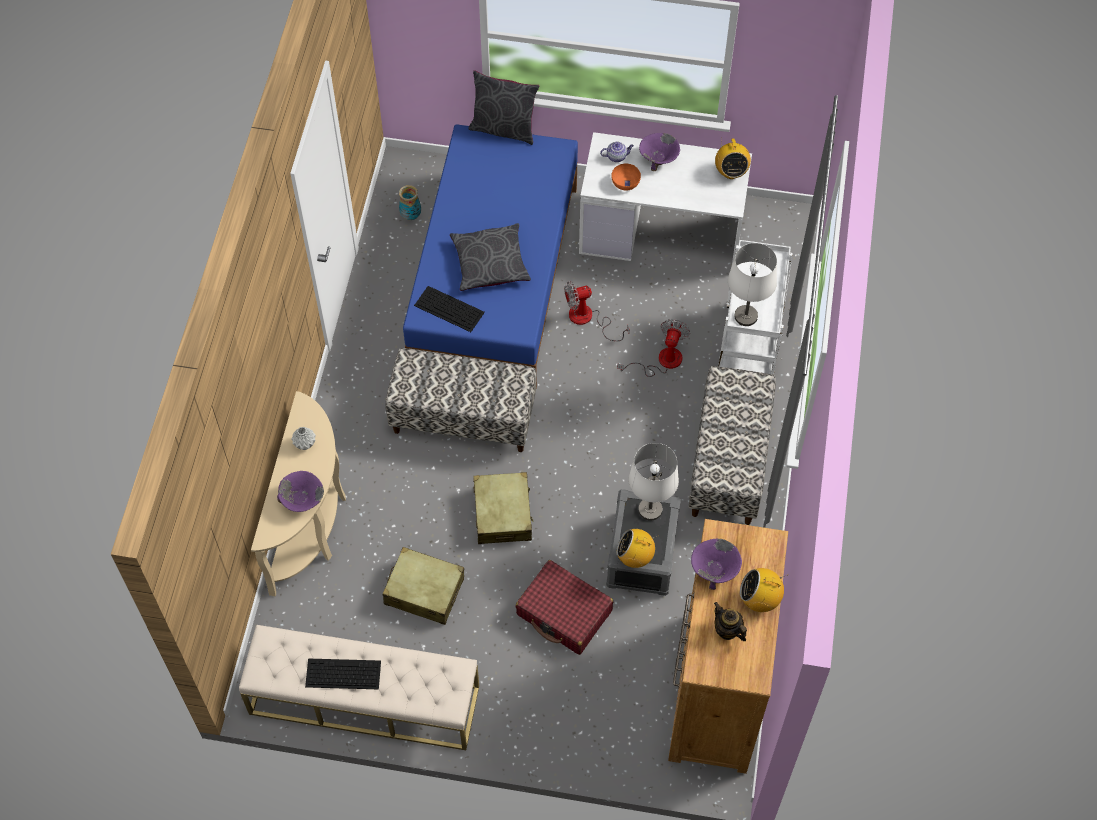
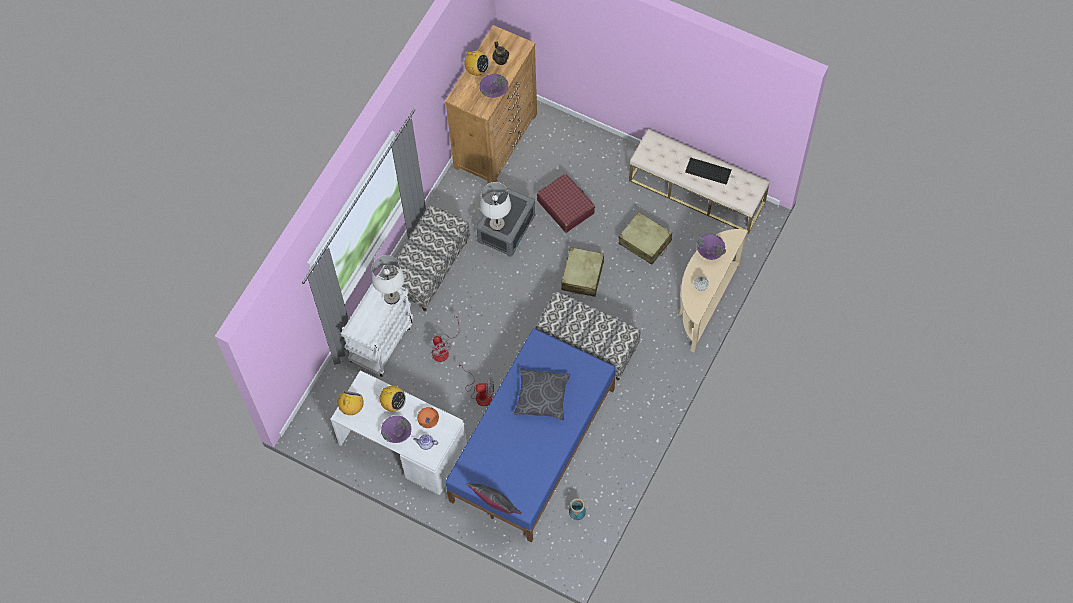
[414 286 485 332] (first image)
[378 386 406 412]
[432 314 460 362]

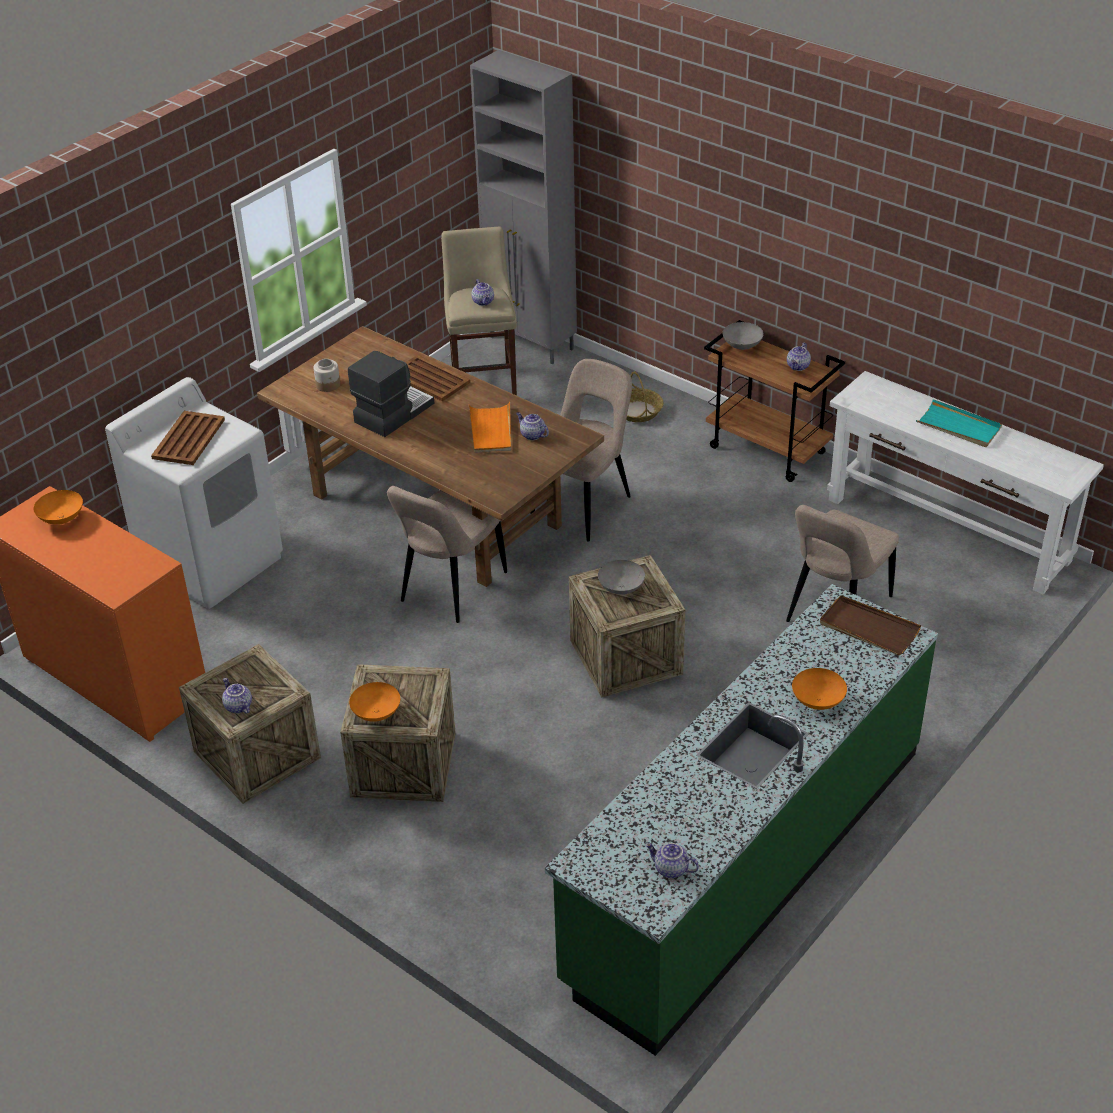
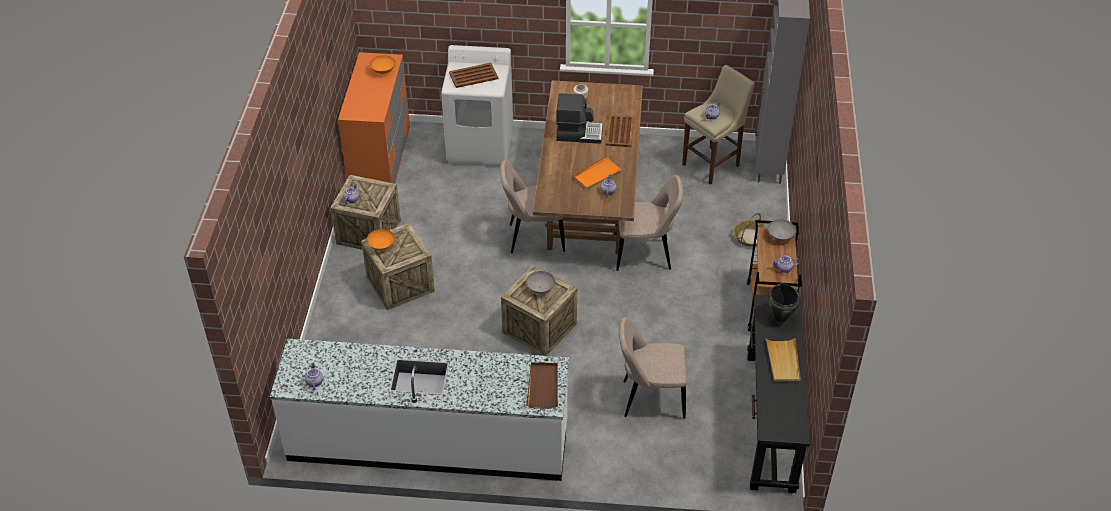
[792 668 847 710] (first image)
[768 284 800 322]
[270 339 569 481]
[747 295 810 493]
[766 338 801 382]

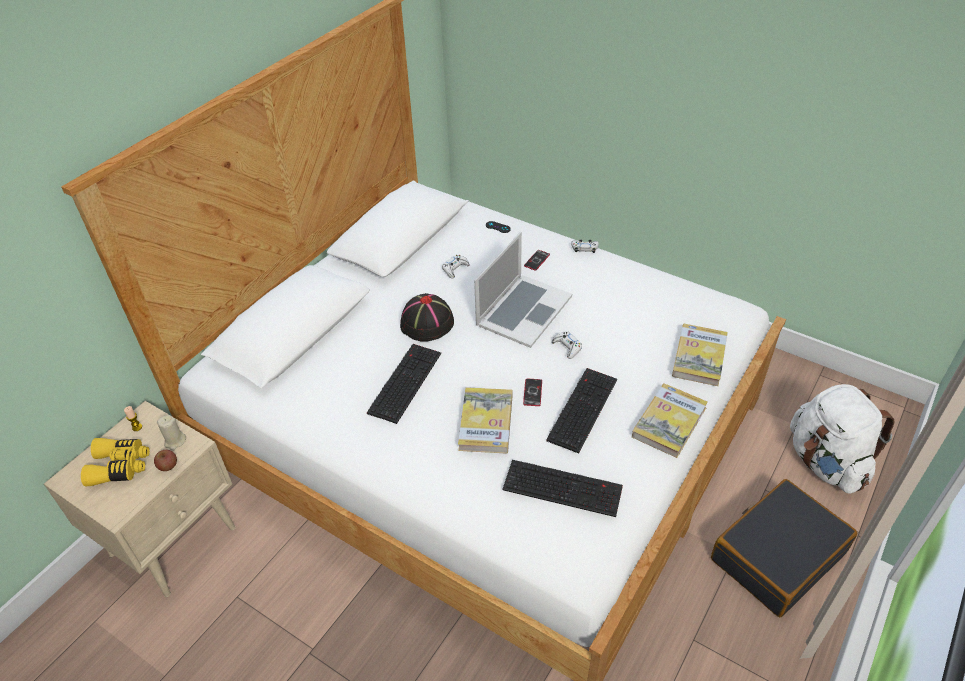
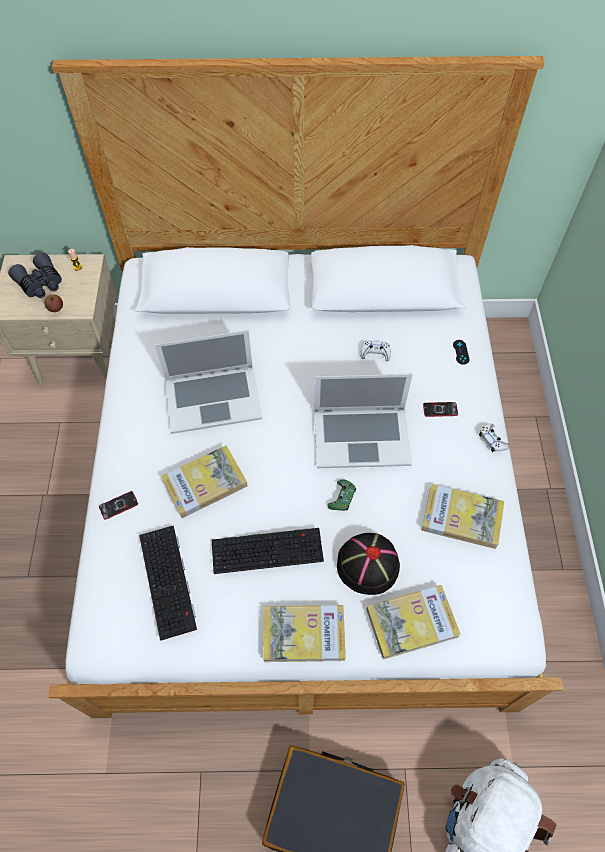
[157 415 186 451] (first image)
[422 484 504 549]
[337 533 400 595]
[99 491 138 520]
[155 330 262 434]
[8 252 62 298]
[328 480 356 511]

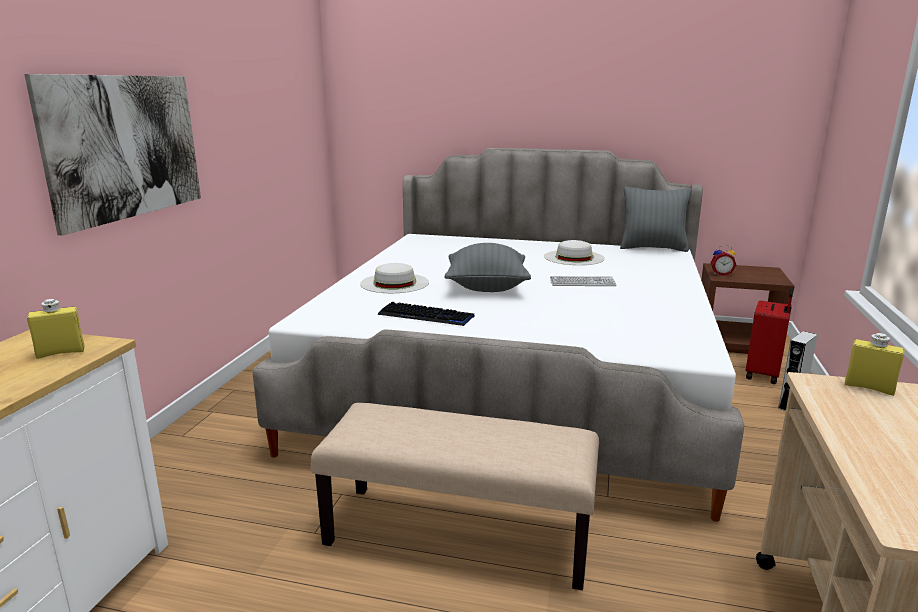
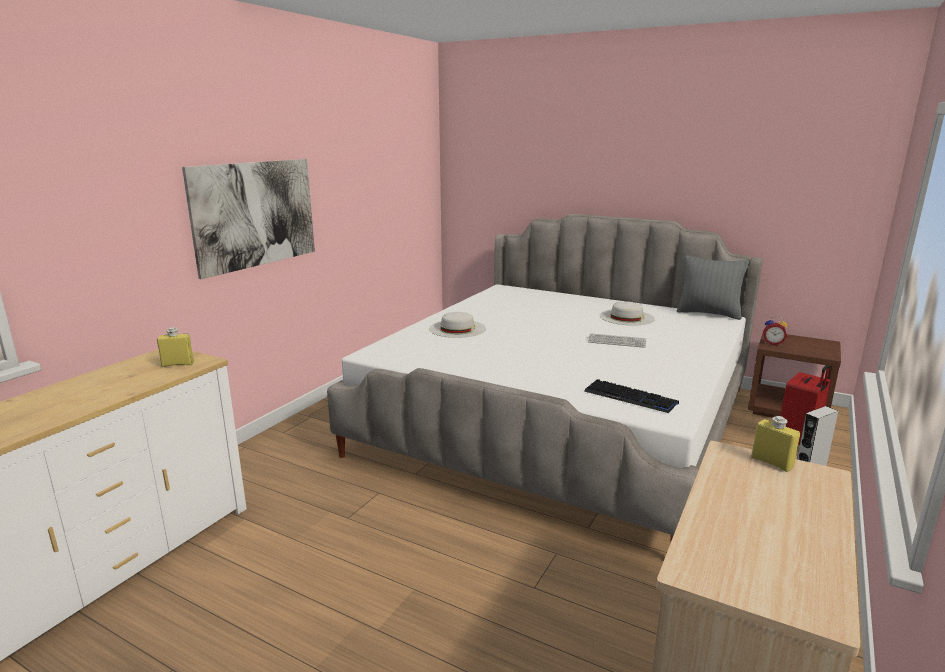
[311 403 599 590] (first image)
[444 243 531 292] (first image)
[584 379 679 413]

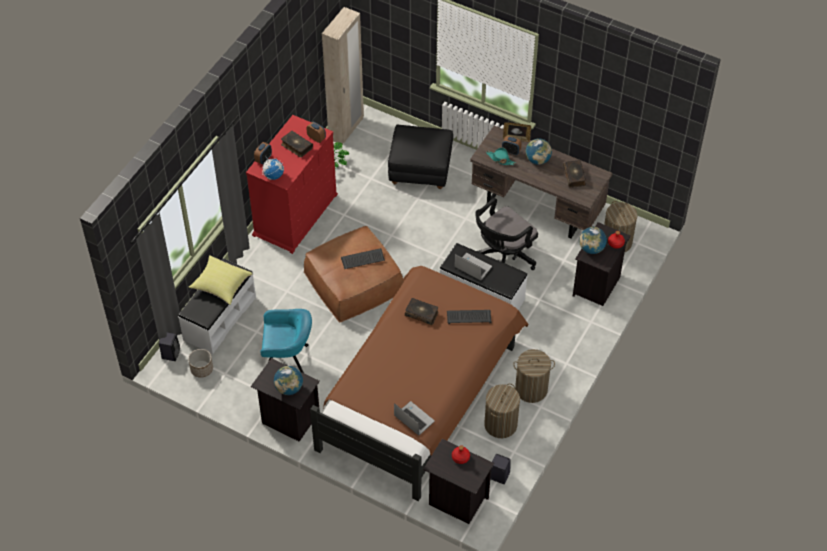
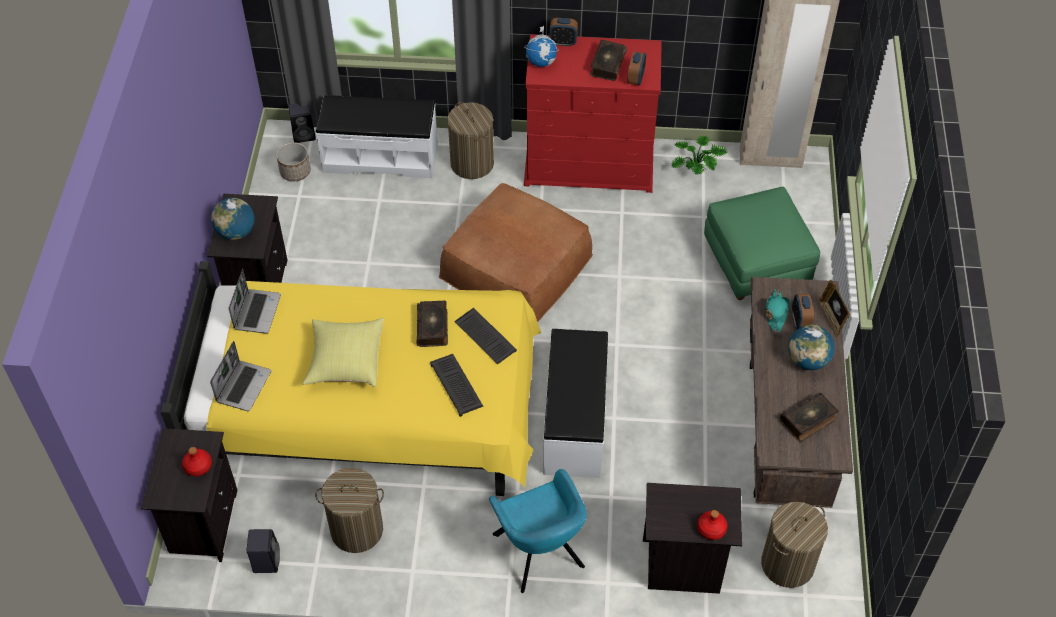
[475 198 538 270] (first image)
[579 227 607 254] (first image)
[303 318 384 387]
[489 469 586 593]
[454 308 517 364]
[229 269 281 334]
[447 102 494 179]
[161 261 541 496]
[704 187 820 300]

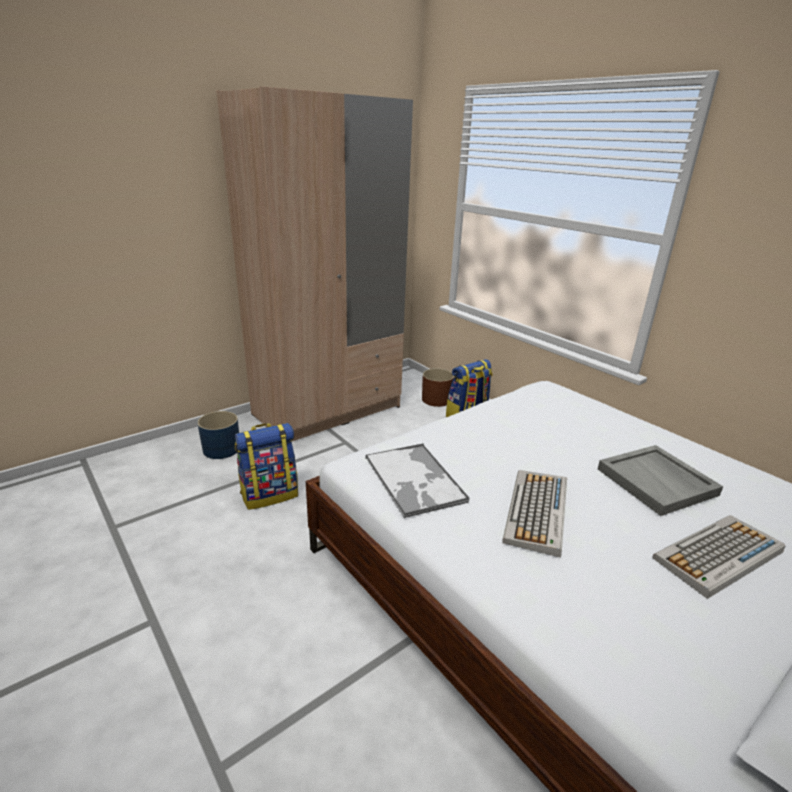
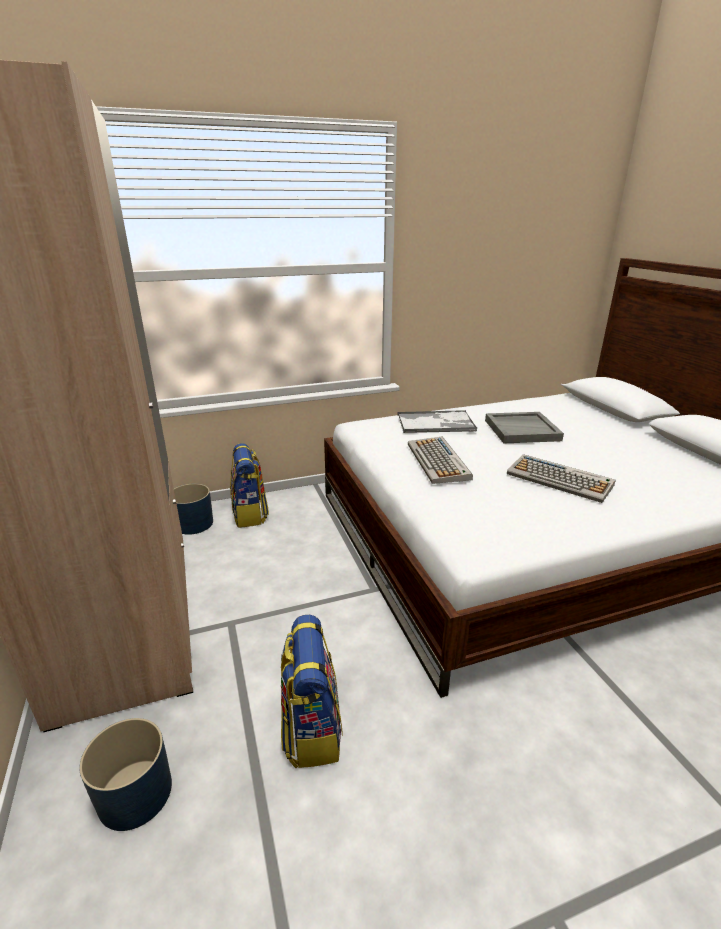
[397 410 477 433]
[408 437 473 484]
[174 484 213 535]

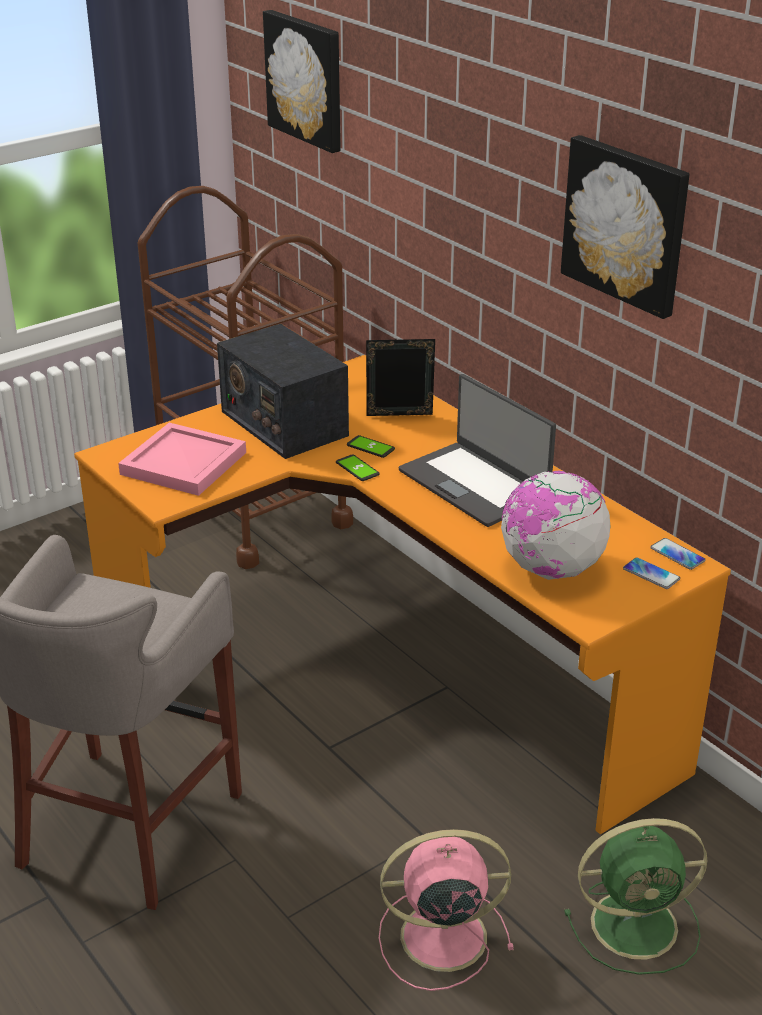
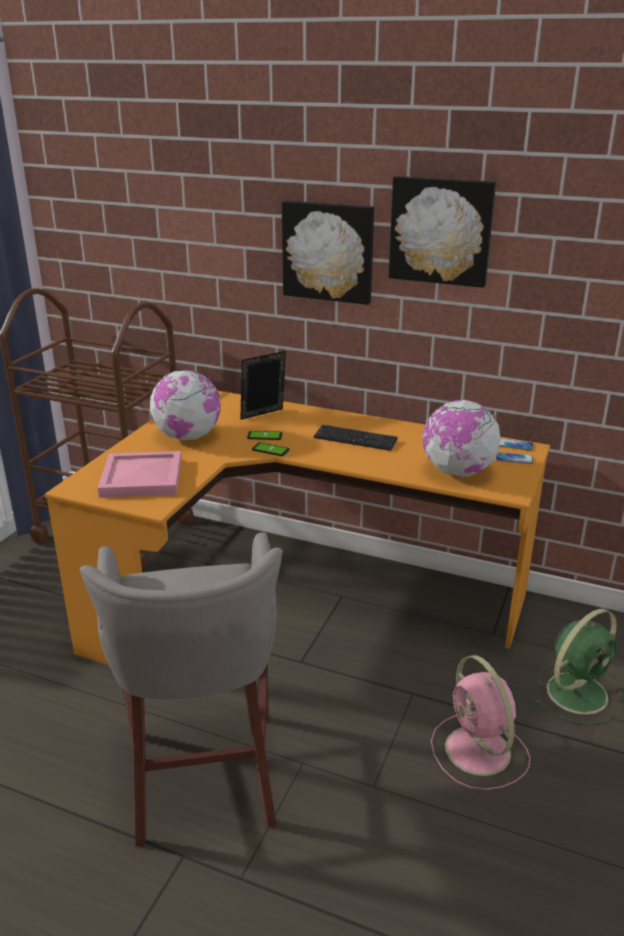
[282 200 374 305]
[150 370 221 440]
[314 425 398 451]
[431 655 530 790]

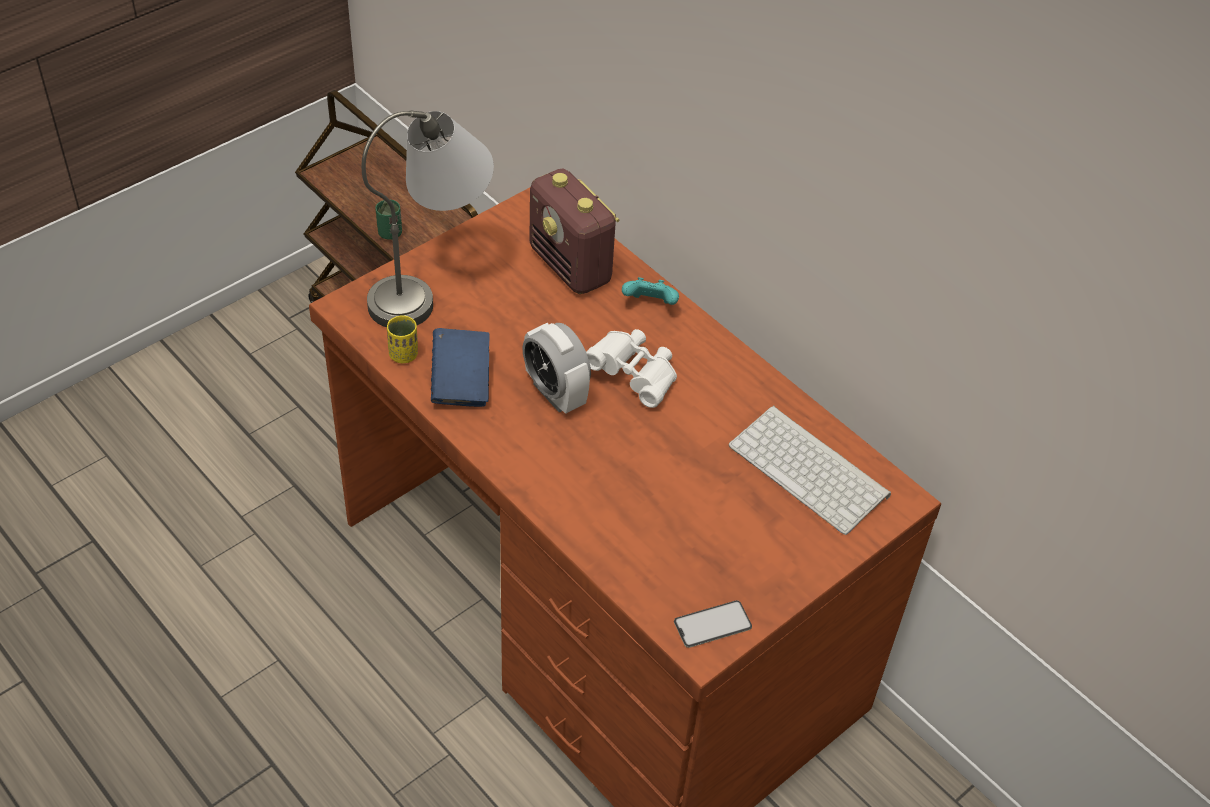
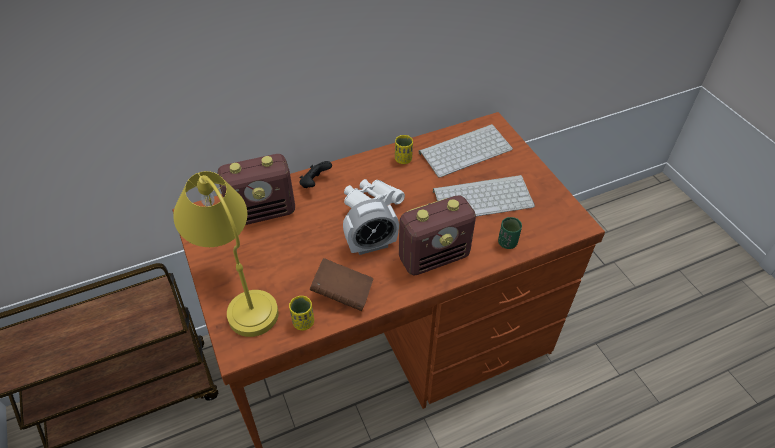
[674 600 752 648] (first image)
[395 135 413 164]
[399 195 476 275]
[433 175 535 217]
[498 217 522 249]
[173 171 279 337]
[310 258 373 311]
[300 161 332 188]

